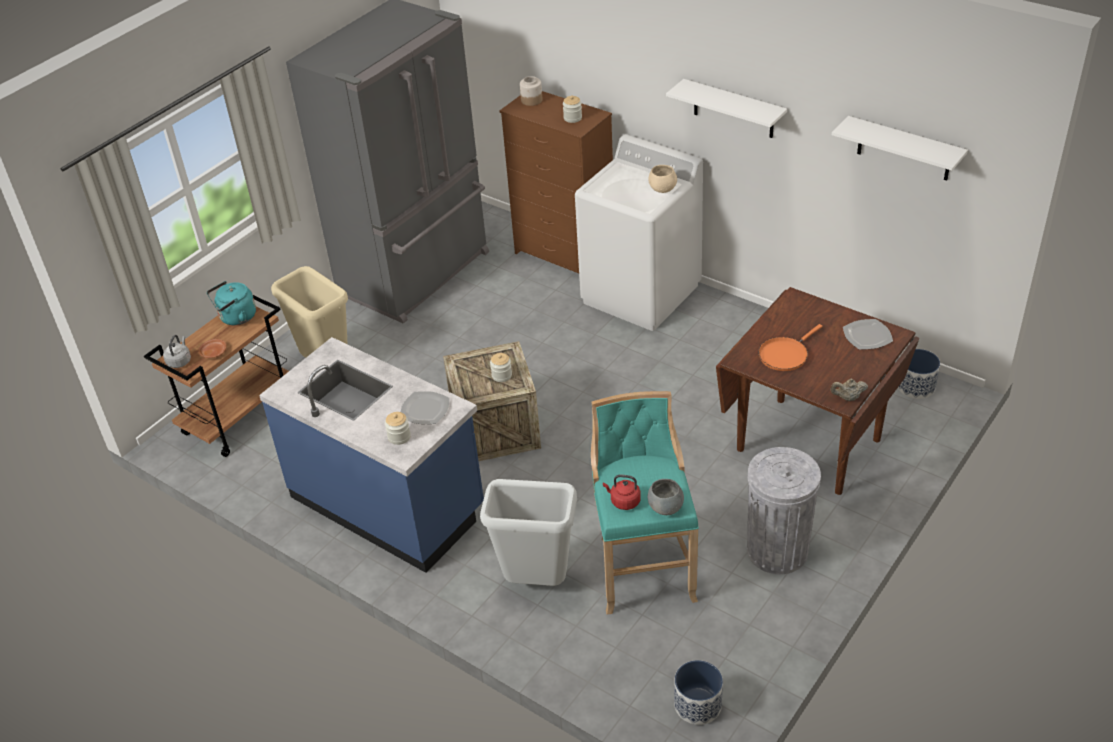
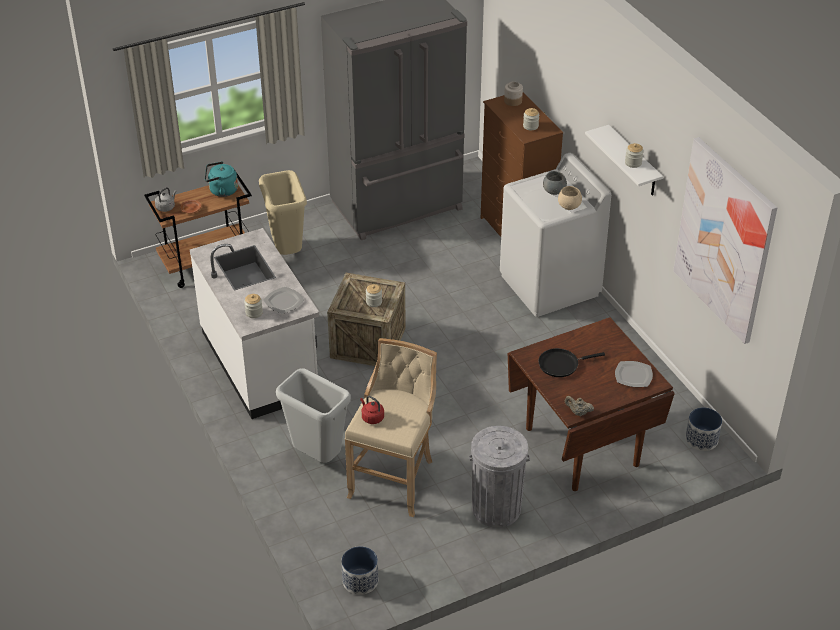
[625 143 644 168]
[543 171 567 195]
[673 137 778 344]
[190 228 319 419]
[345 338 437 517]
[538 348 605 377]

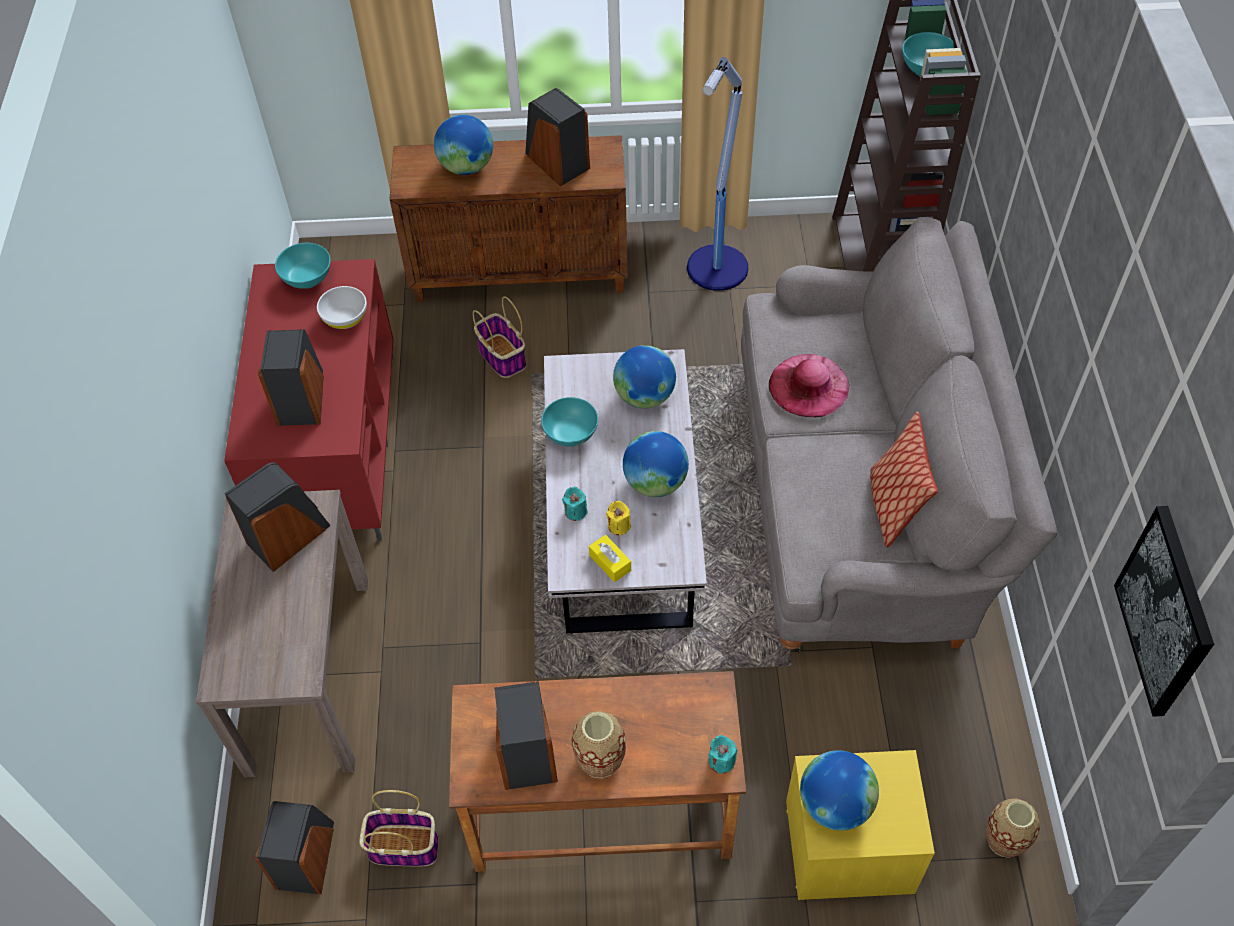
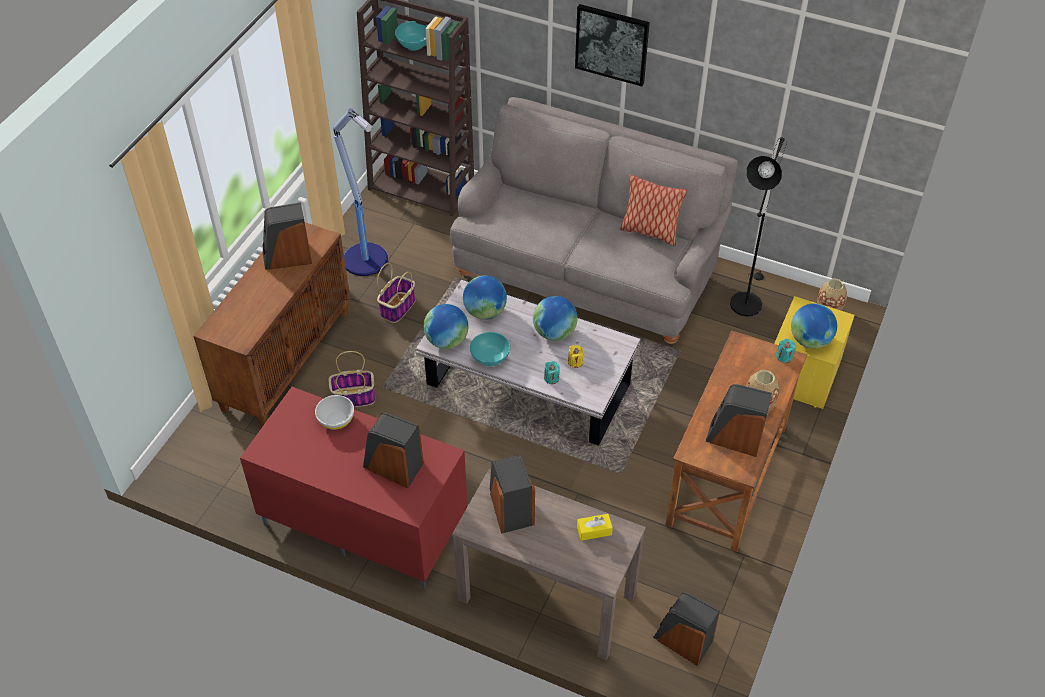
[275 243 331 289] (first image)
[769 354 849 417] (first image)
[730 137 787 317]
[377 263 416 323]
[423 304 468 349]
[577 514 613 541]
[575 4 650 86]

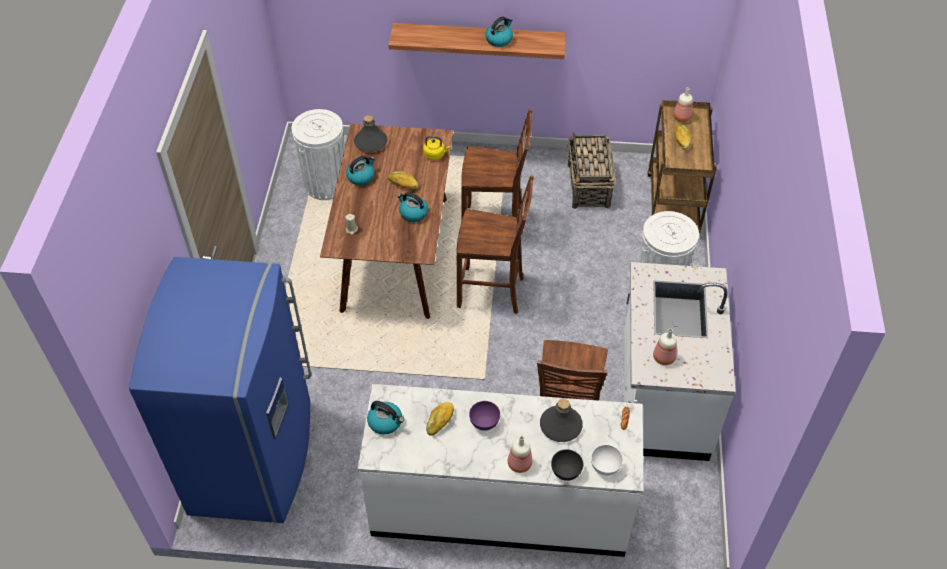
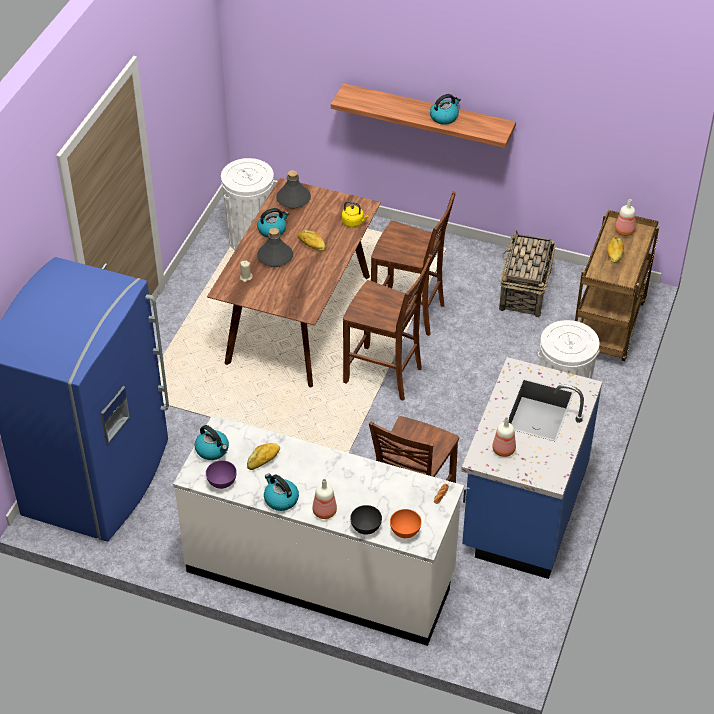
[264 473 299 511]
[206 460 237 489]
[257 228 293 267]
[390 509 422 538]
[461 357 602 579]

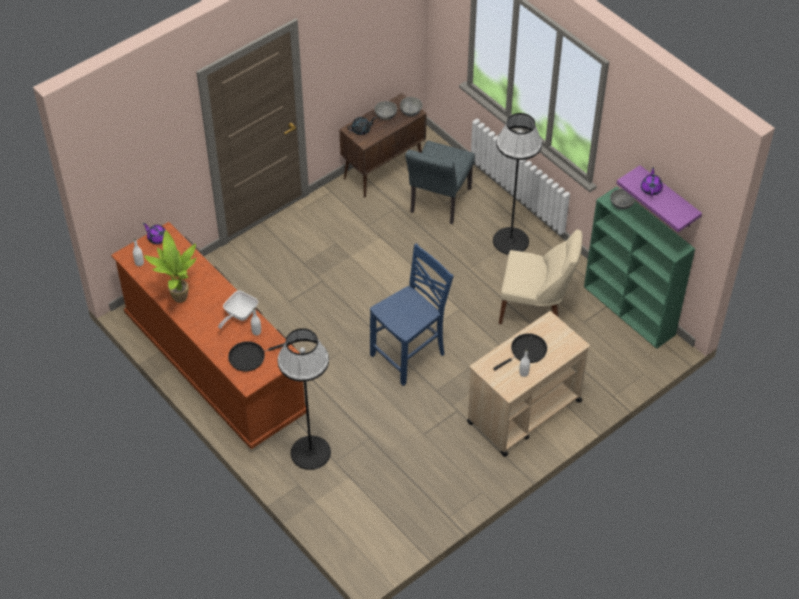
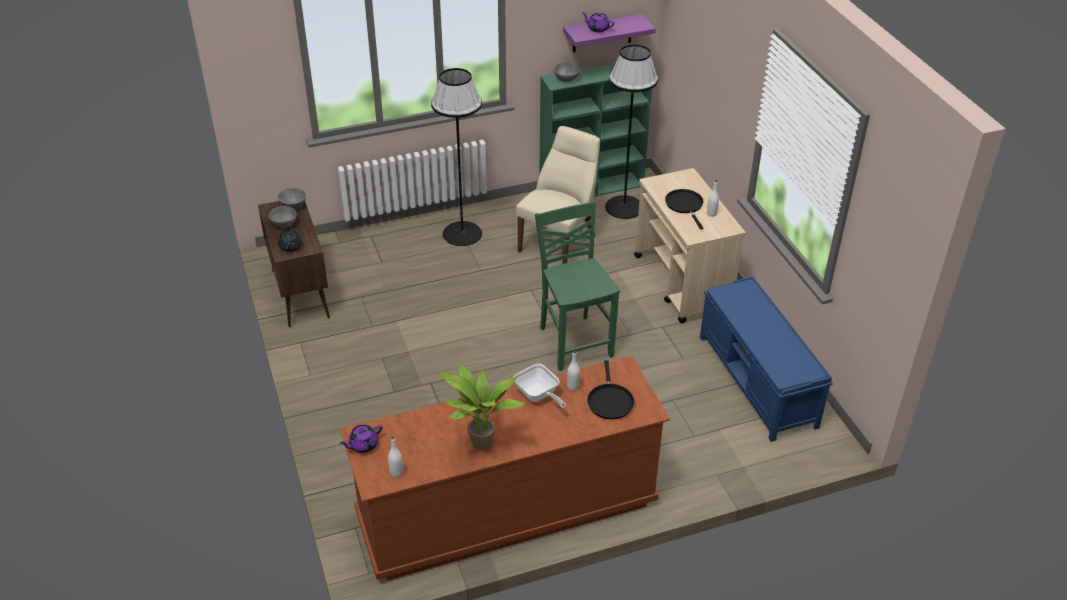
[405 141 475 224] (first image)
[700 276 833 442]
[605 44 658 219]
[535 201 620 371]

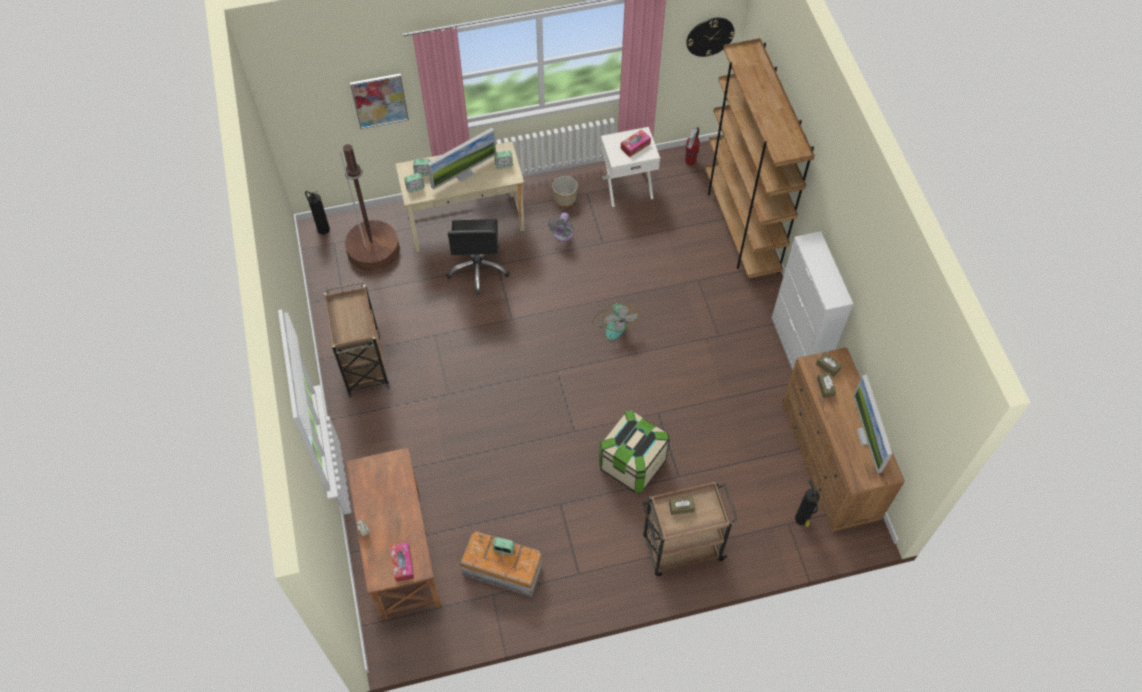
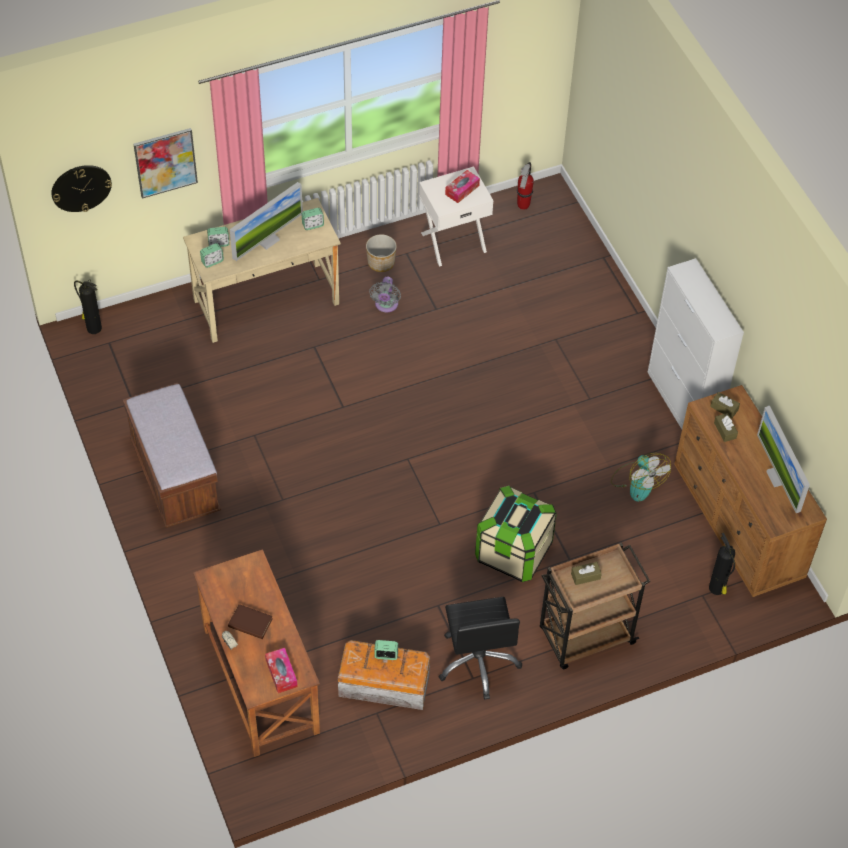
[340 144 400 271] (first image)
[705 38 815 279] (first image)
[228 604 273 639]
[439 597 522 700]
[611 453 671 502]
[51 165 112 212]
[123 383 221 528]

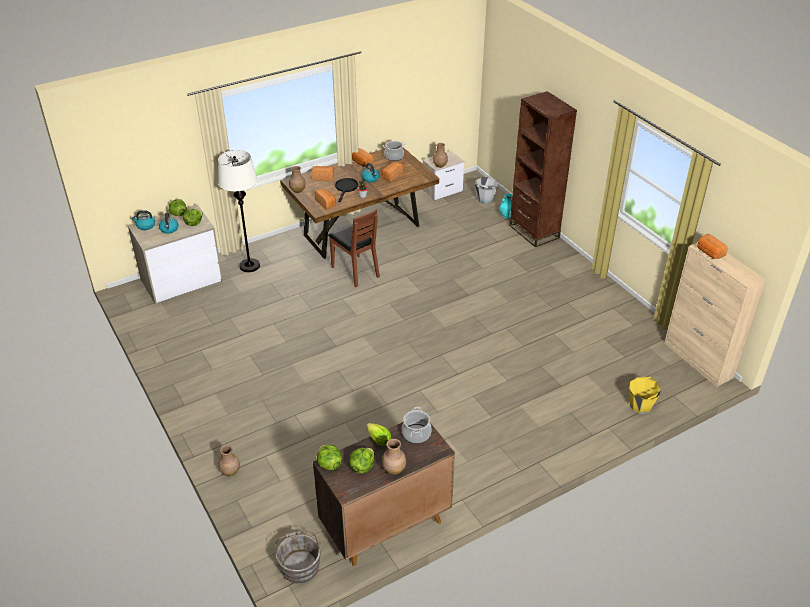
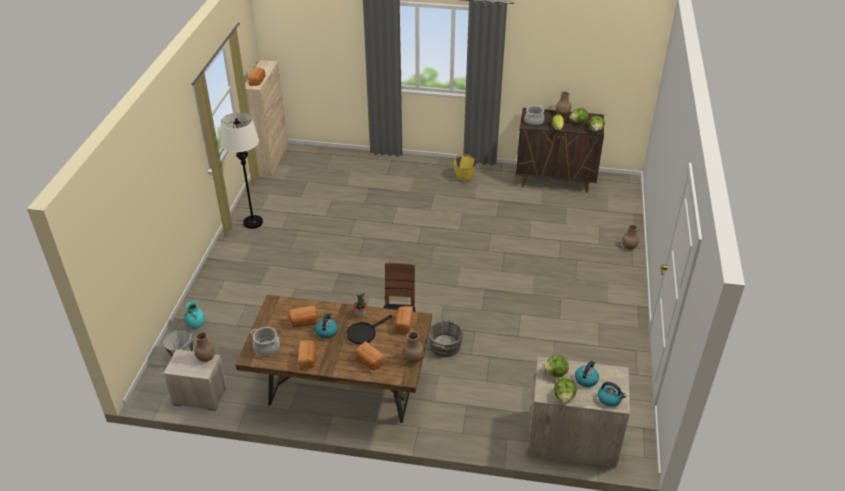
[509 91 577 247] (first image)
[221 112 263 229]
[427 320 463 357]
[453 154 477 183]

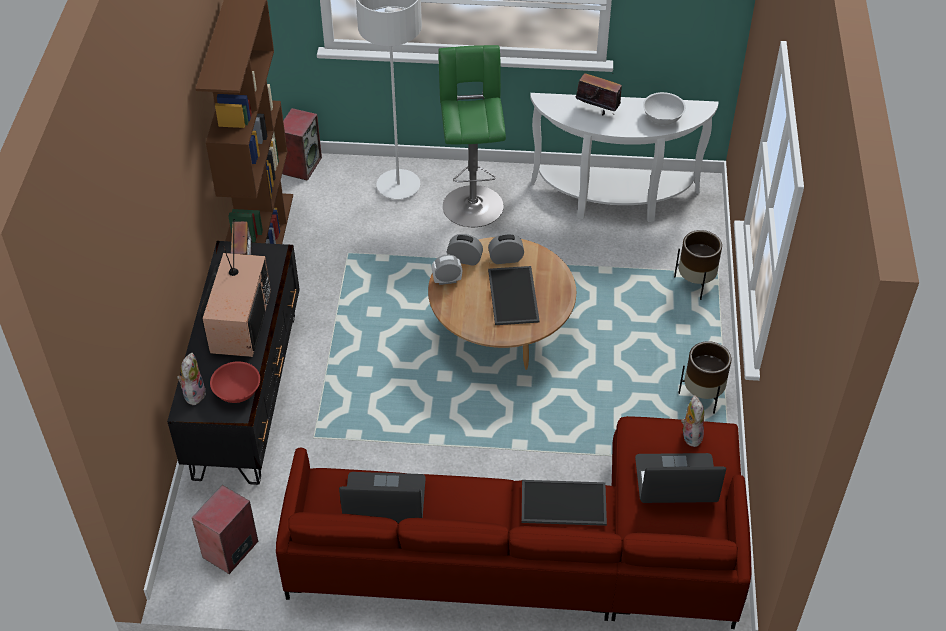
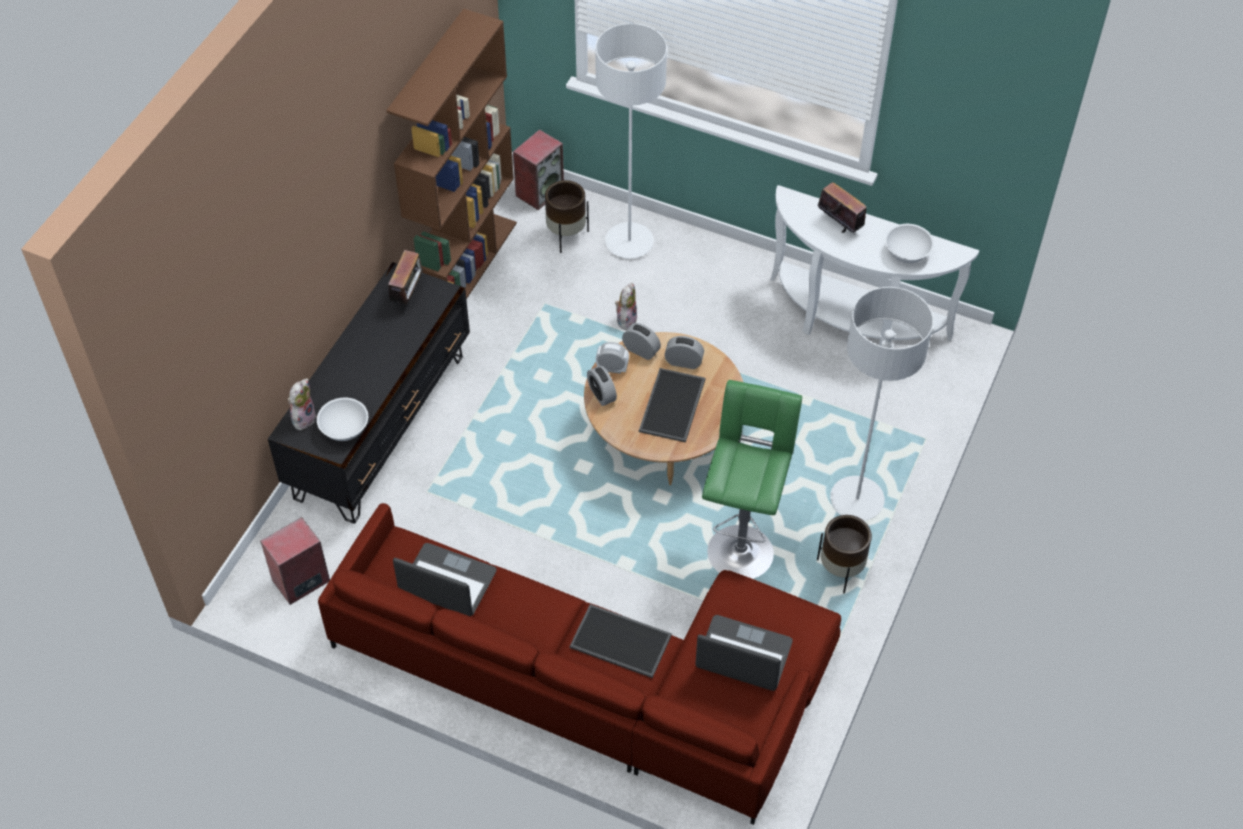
[200 219 271 357] (first image)
[587 366 617 406]
[830 287 934 521]
[702 380 802 579]
[545 180 589 253]
[615 283 637 330]
[317 398 368 441]

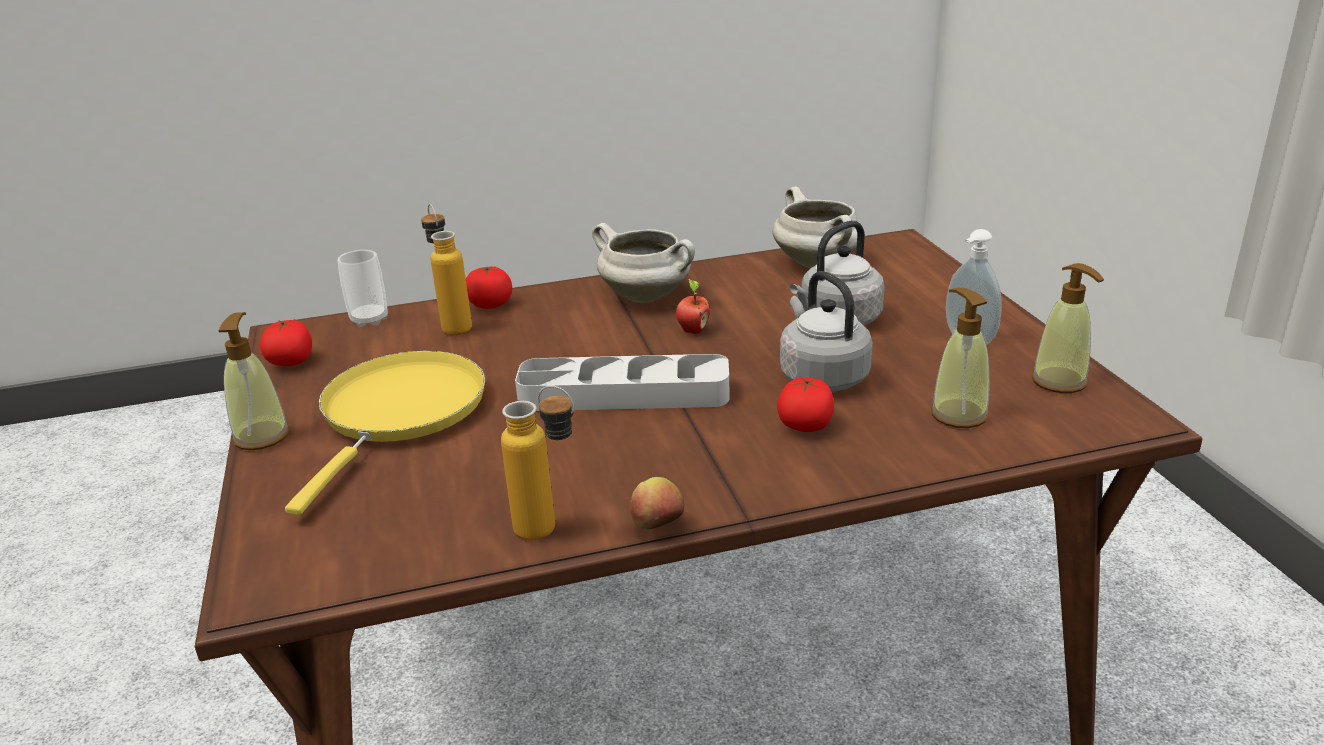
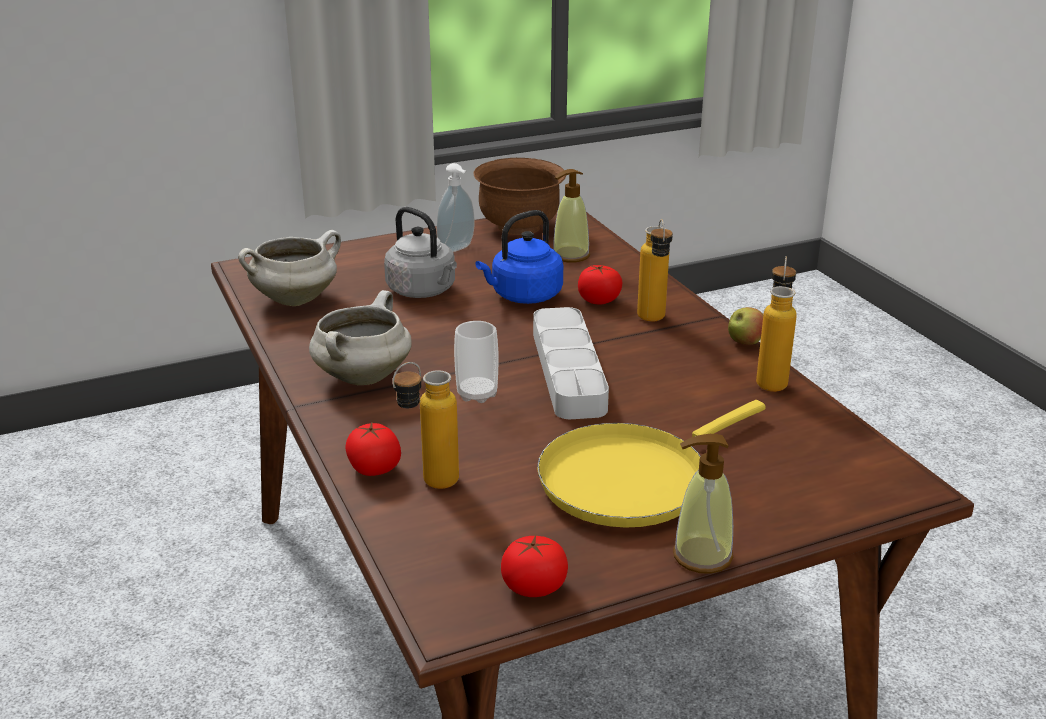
[676 279 710 334] (first image)
[637 219 673 322]
[454 321 498 403]
[474 158 566 235]
[475 210 563 304]
[537 400 765 527]

